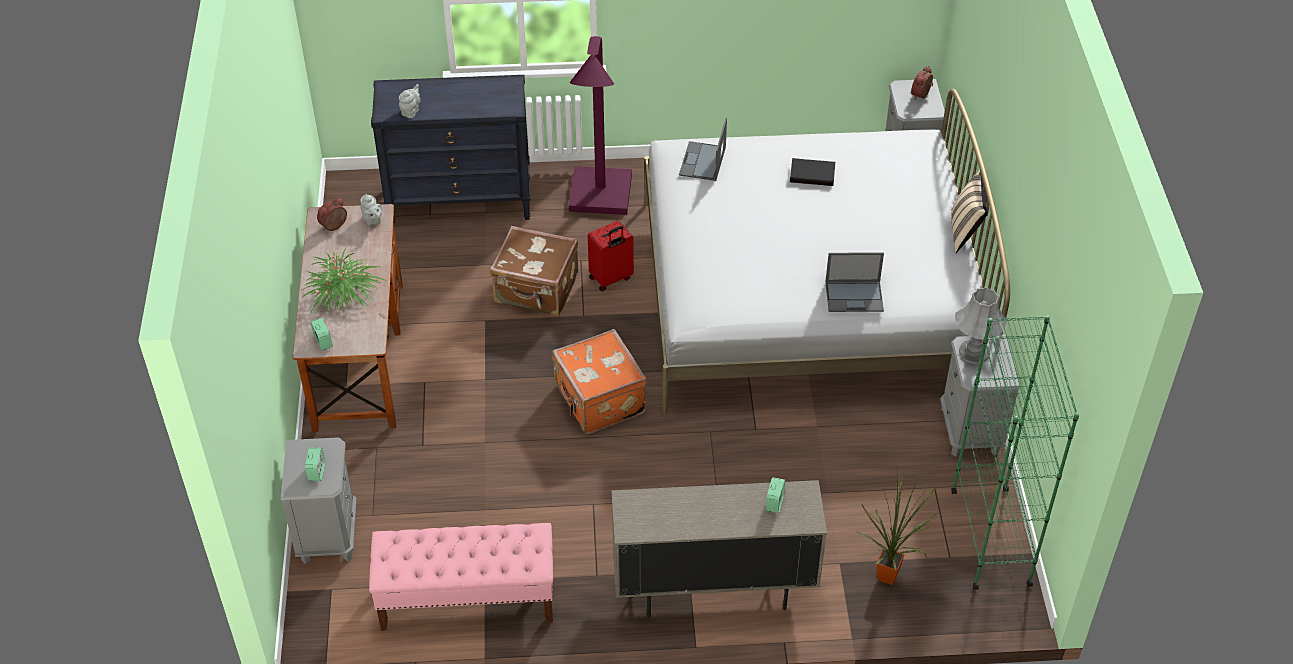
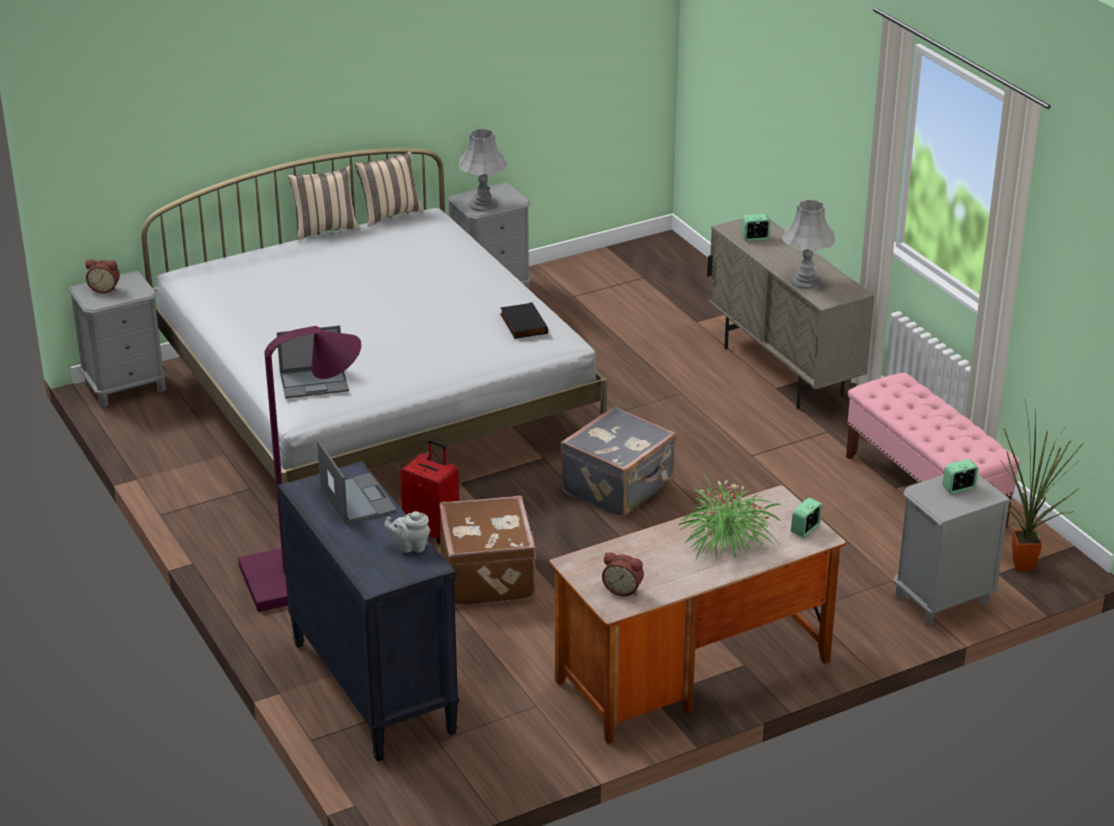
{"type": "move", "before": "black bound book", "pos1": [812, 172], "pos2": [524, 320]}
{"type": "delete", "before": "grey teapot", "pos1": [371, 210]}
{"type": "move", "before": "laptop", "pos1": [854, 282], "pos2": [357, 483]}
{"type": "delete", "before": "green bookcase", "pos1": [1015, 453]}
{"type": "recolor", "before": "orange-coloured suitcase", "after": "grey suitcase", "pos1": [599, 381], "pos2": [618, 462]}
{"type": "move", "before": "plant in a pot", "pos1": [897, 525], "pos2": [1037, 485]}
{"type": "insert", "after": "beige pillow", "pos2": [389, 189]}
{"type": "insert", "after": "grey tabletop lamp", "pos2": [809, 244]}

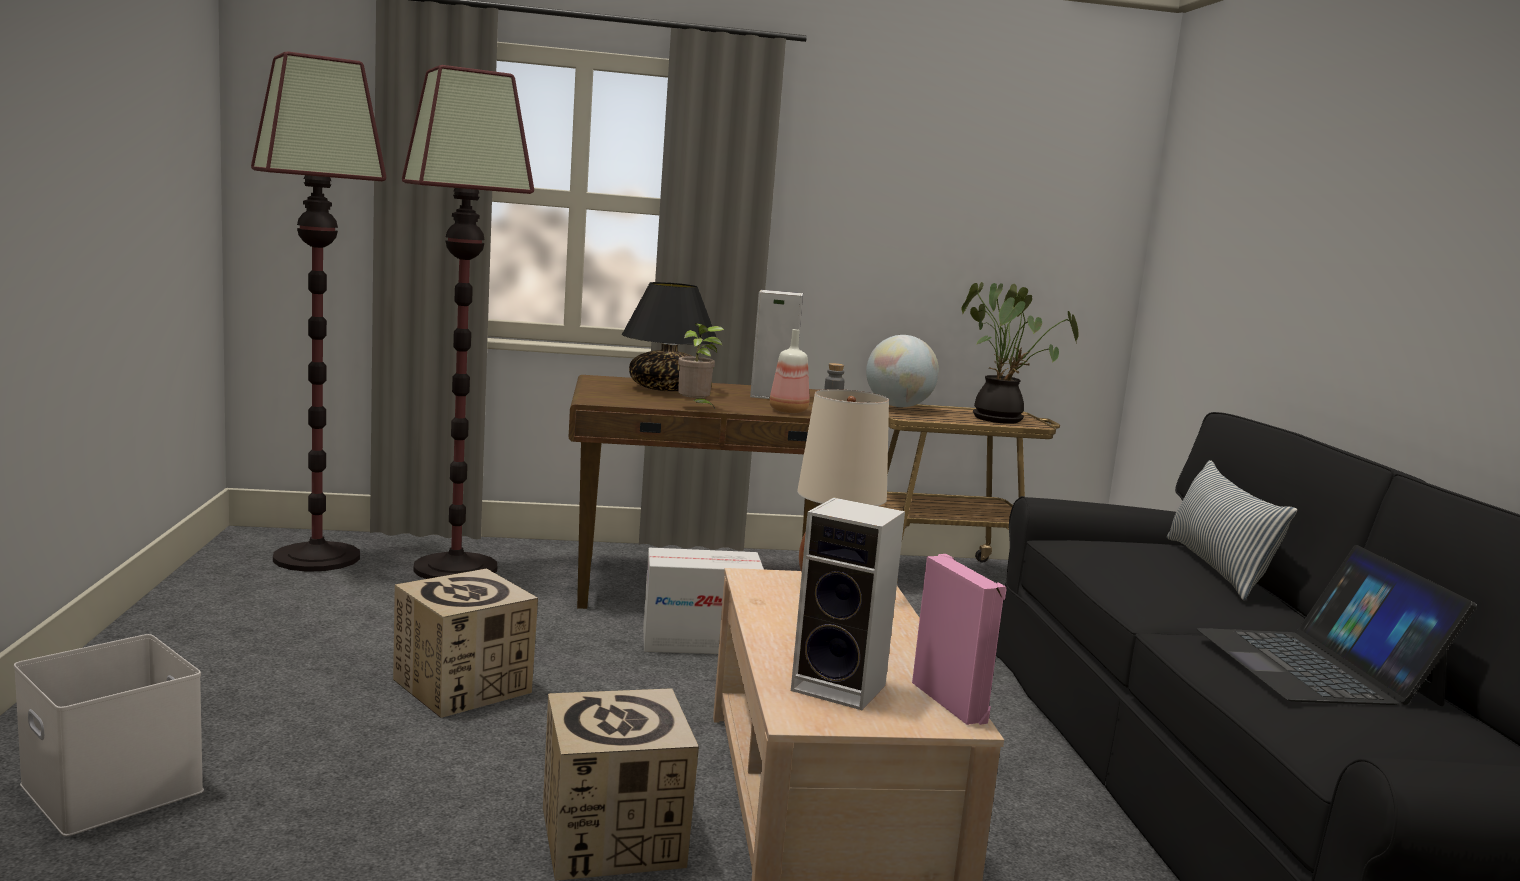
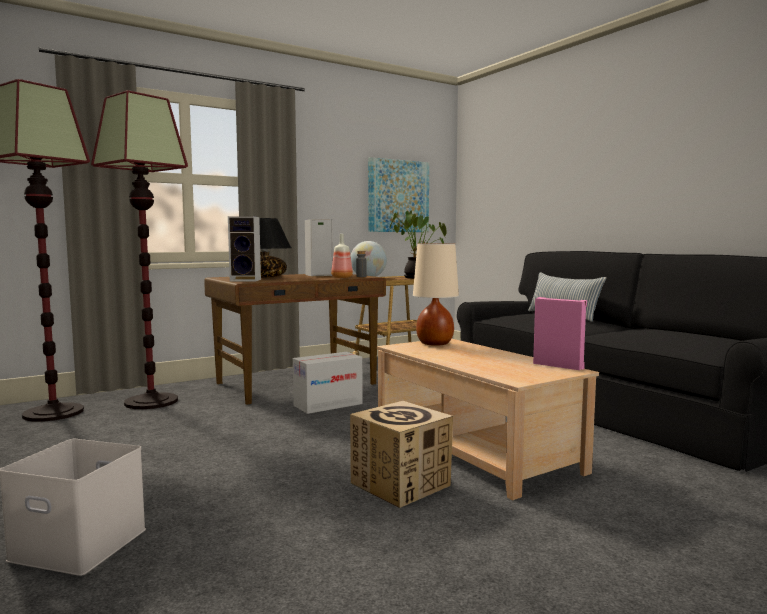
{"type": "delete", "before": "plant in a pot", "pos1": [701, 365]}
{"type": "move", "before": "loudspeaker", "pos1": [848, 603], "pos2": [244, 249]}
{"type": "delete", "before": "laptop", "pos1": [1337, 625]}
{"type": "delete", "before": "carton", "pos1": [465, 643]}
{"type": "insert", "after": "wall picture", "pos2": [398, 194]}

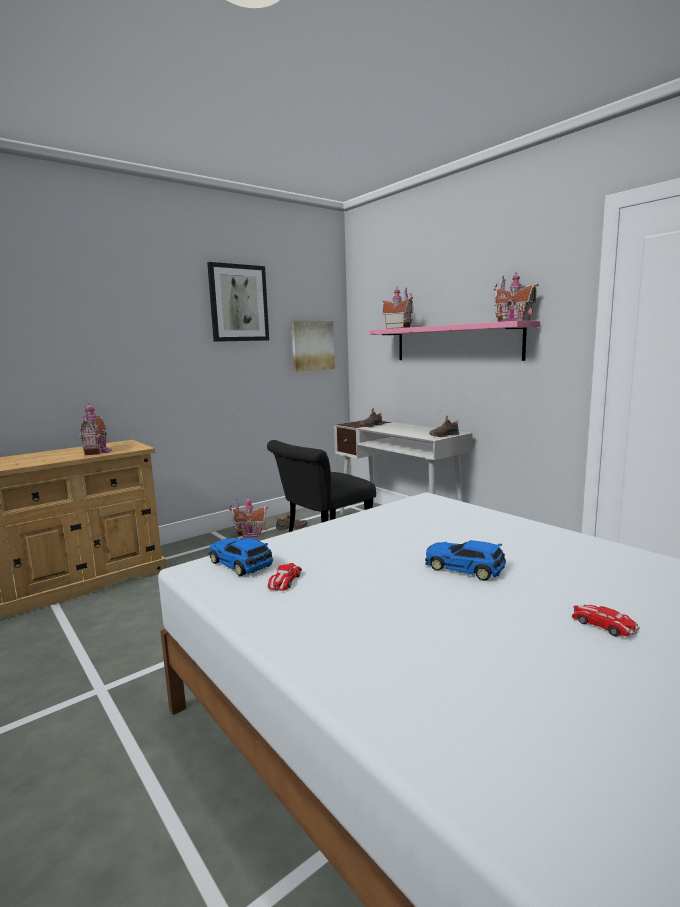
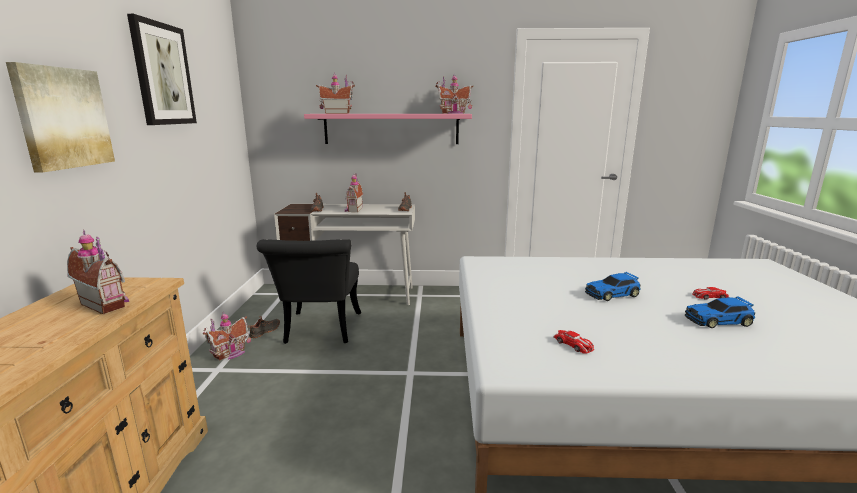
{"type": "move", "before": "wall picture", "pos1": [313, 346], "pos2": [60, 117]}
{"type": "move", "before": "model car", "pos1": [241, 557], "pos2": [720, 312]}
{"type": "insert", "after": "miniature house", "pos2": [354, 192]}

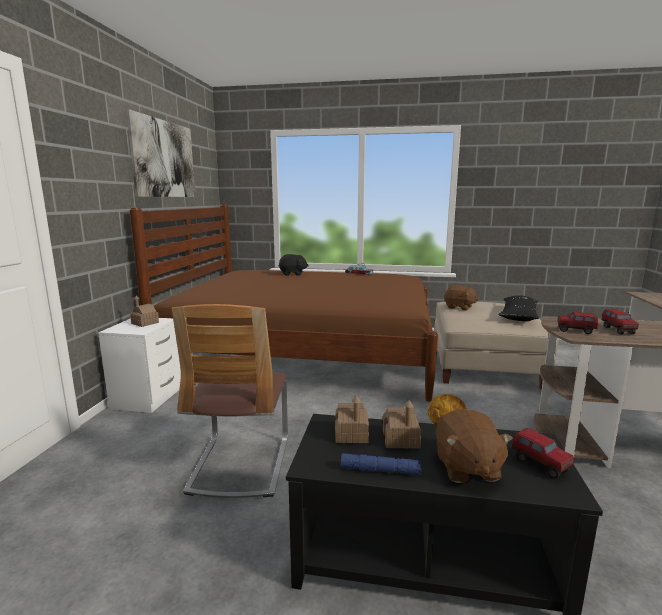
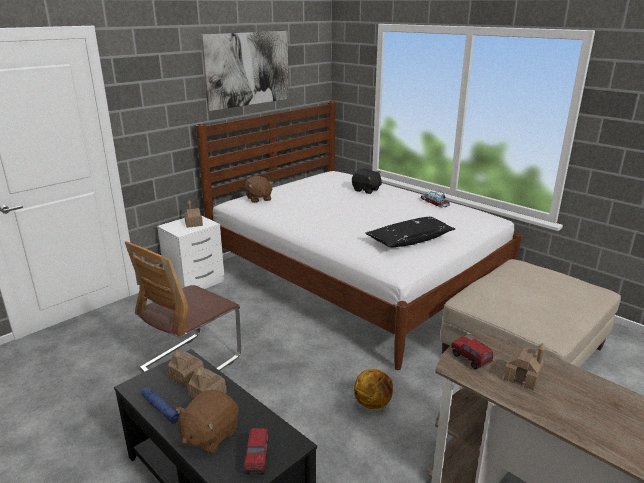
{"type": "recolor", "before": "brownish bedroom bed", "after": "white-coloured bedroom bed", "pos1": [283, 303], "pos2": [359, 235]}
{"type": "move", "before": "brownish soft toy", "pos1": [461, 297], "pos2": [259, 189]}
{"type": "move", "before": "black pillow", "pos1": [518, 308], "pos2": [410, 232]}
{"type": "replace", "before": "toy truck", "after": "miniature house", "pos1": [620, 321], "pos2": [525, 367]}

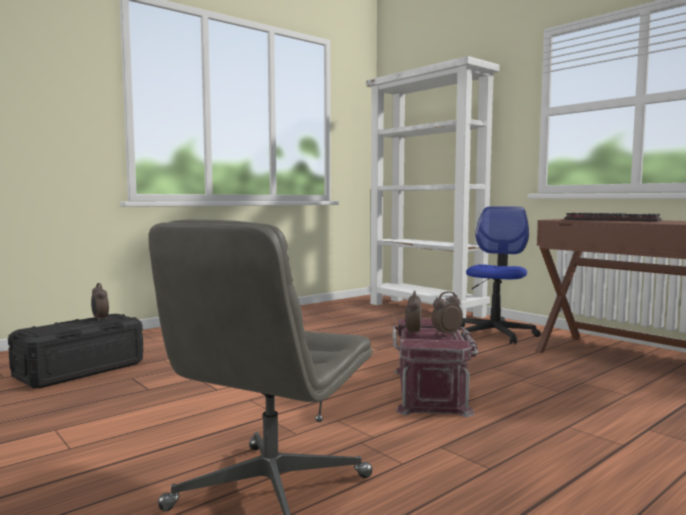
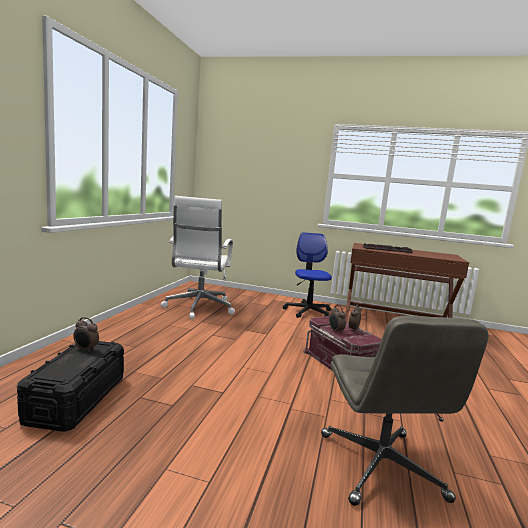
{"type": "delete", "before": "white-coloured bookcase", "pos1": [432, 187]}
{"type": "insert", "after": "white-coloured computer chair", "pos2": [198, 257]}

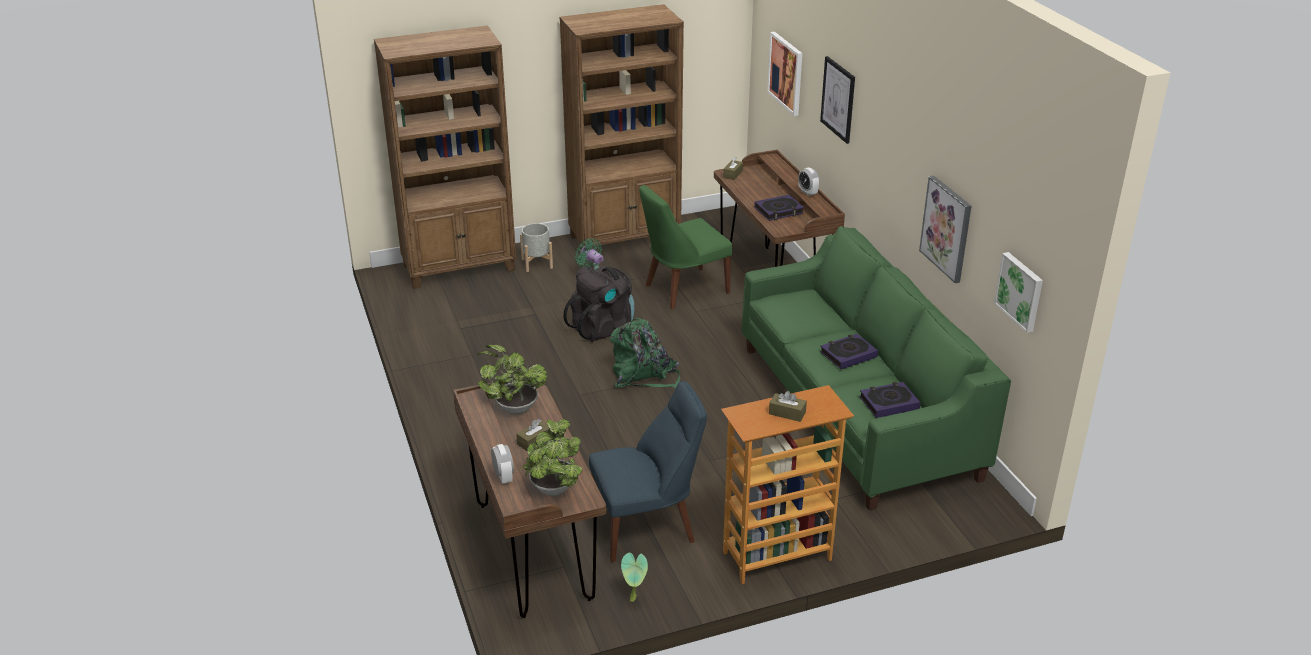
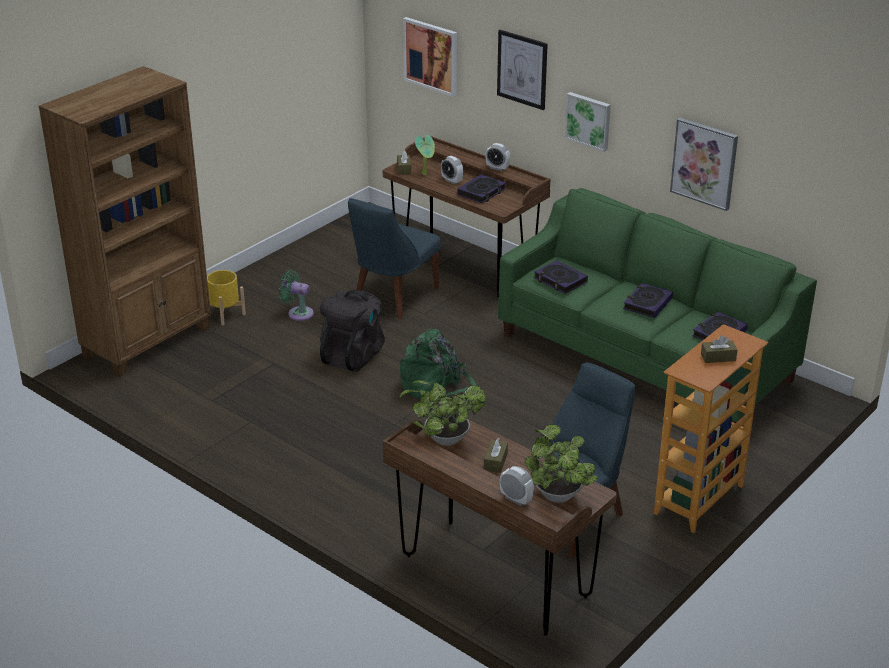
{"type": "delete", "before": "brownish bookcase", "pos1": [622, 126]}
{"type": "recolor", "before": "green chair", "after": "blue chair", "pos1": [685, 247], "pos2": [394, 258]}
{"type": "recolor", "before": "grey flower pot", "after": "yellow flower pot", "pos1": [536, 247], "pos2": [226, 297]}
{"type": "move", "before": "wall picture", "pos1": [1018, 292], "pos2": [588, 122]}
{"type": "move", "before": "plant in a pot", "pos1": [634, 577], "pos2": [425, 154]}
{"type": "insert", "after": "bedside clock", "pos2": [452, 170]}
{"type": "insert", "after": "bound book", "pos2": [561, 277]}

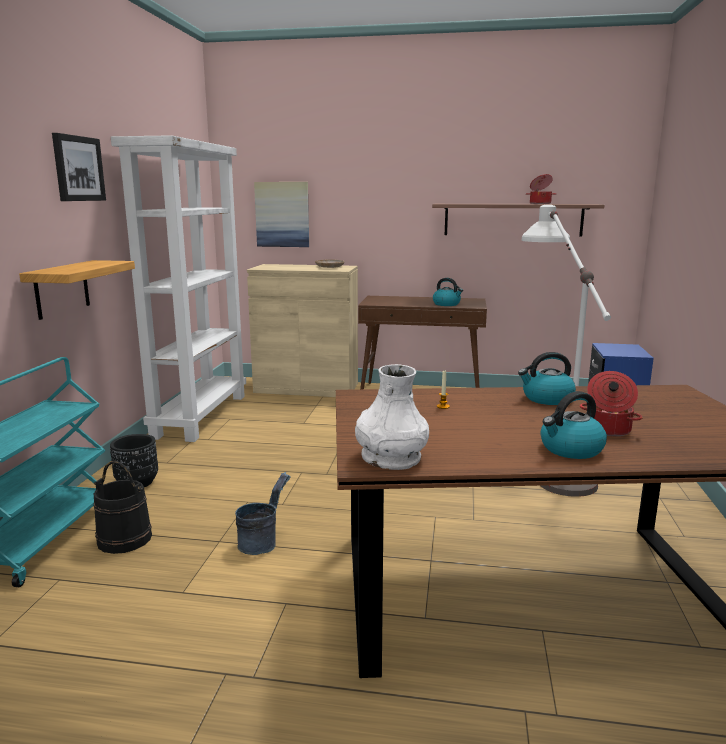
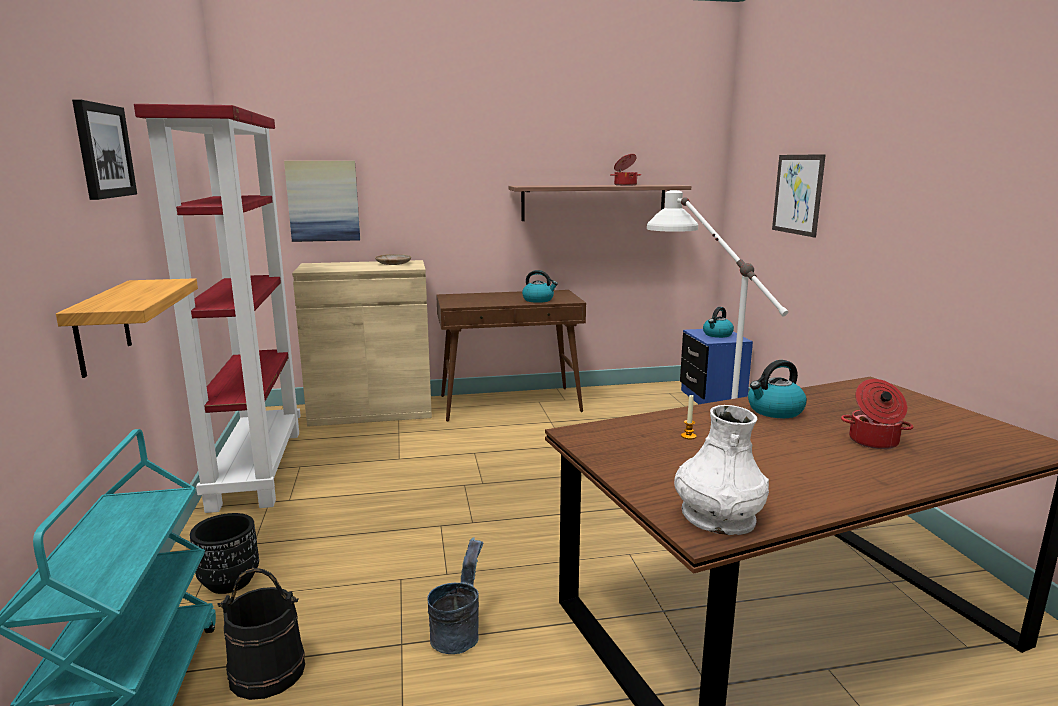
{"type": "recolor", "before": "white-coloured bookcase", "after": "red bookcase", "pos1": [178, 288], "pos2": [217, 308]}
{"type": "move", "before": "kettle", "pos1": [573, 425], "pos2": [718, 322]}
{"type": "insert", "after": "wall picture", "pos2": [799, 195]}

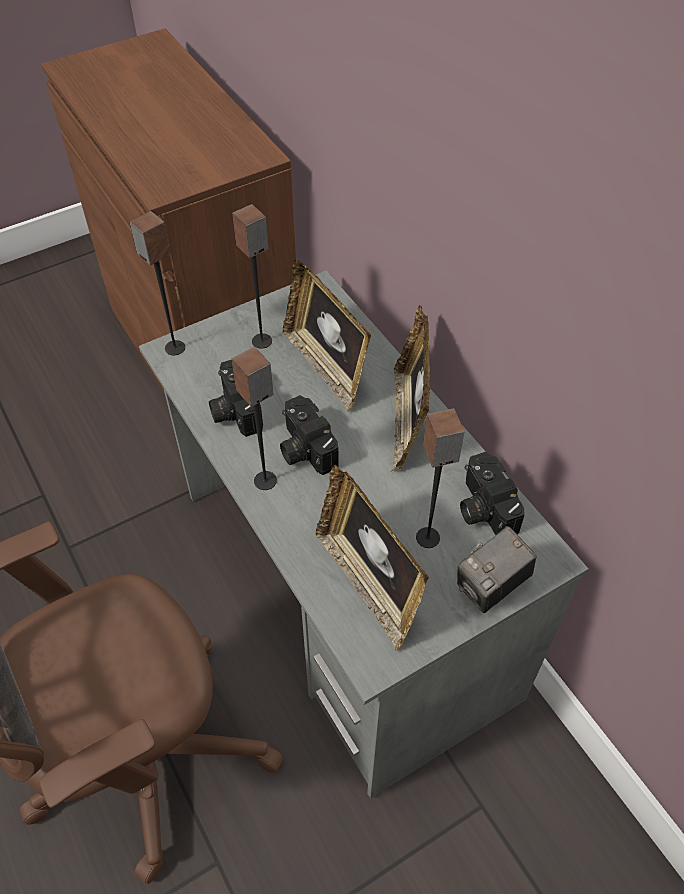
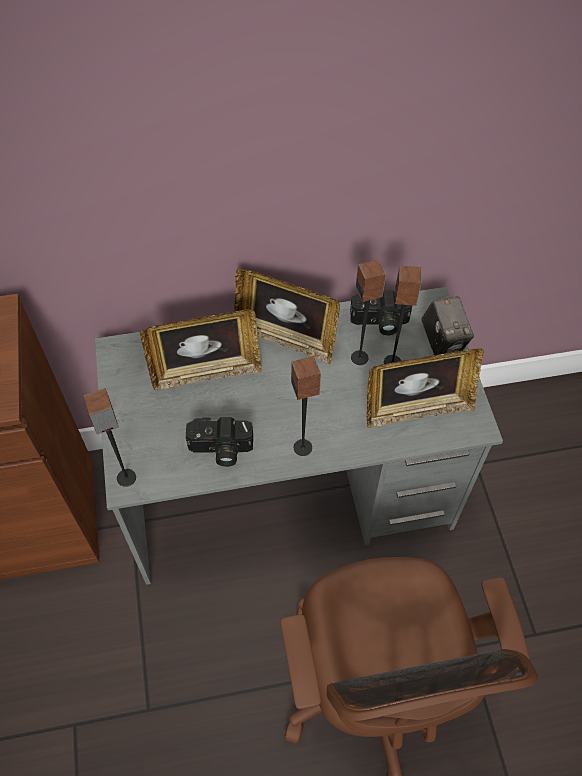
{"type": "move", "before": "loudspeaker", "pos1": [252, 276], "pos2": [368, 312]}
{"type": "delete", "before": "photo camera", "pos1": [309, 435]}

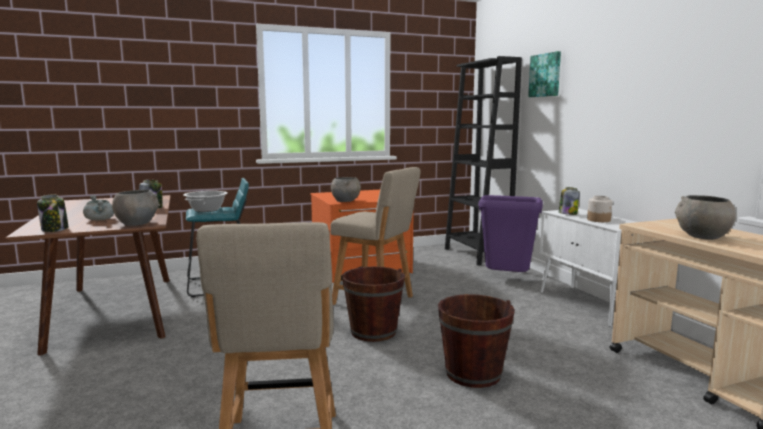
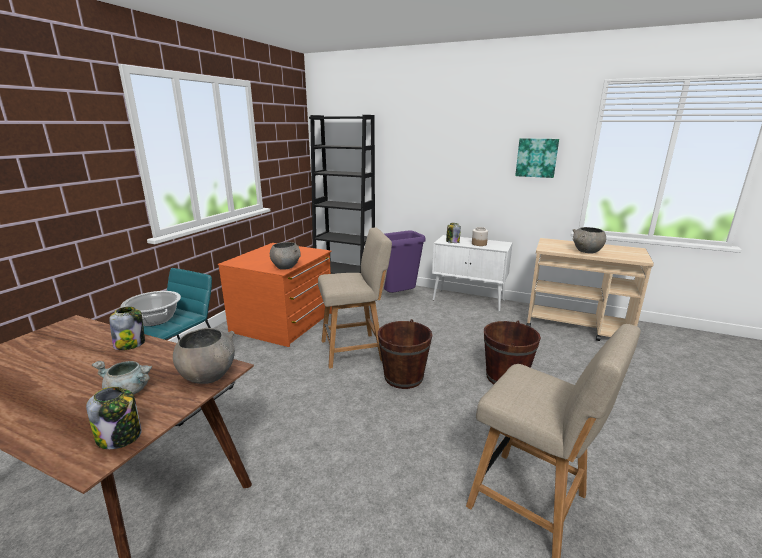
{"type": "move", "before": "wall picture", "pos1": [544, 74], "pos2": [537, 158]}

